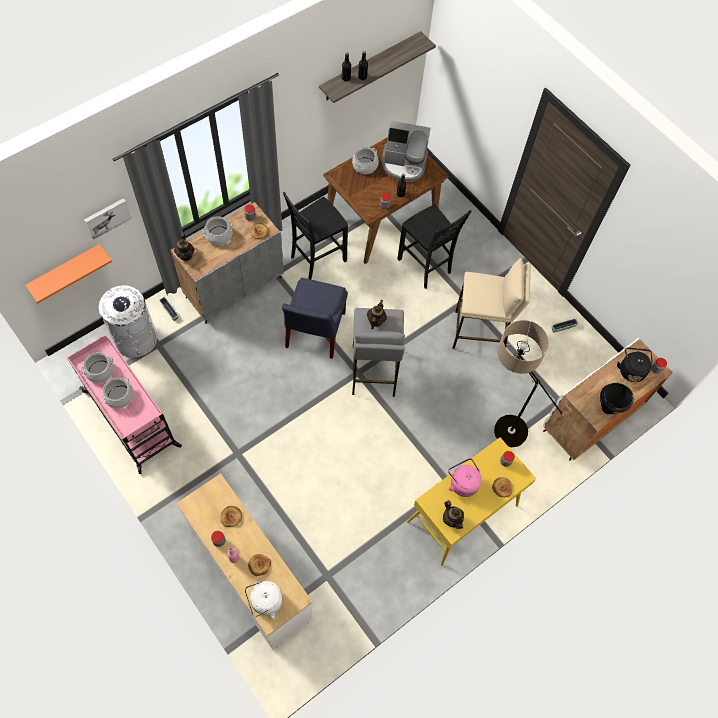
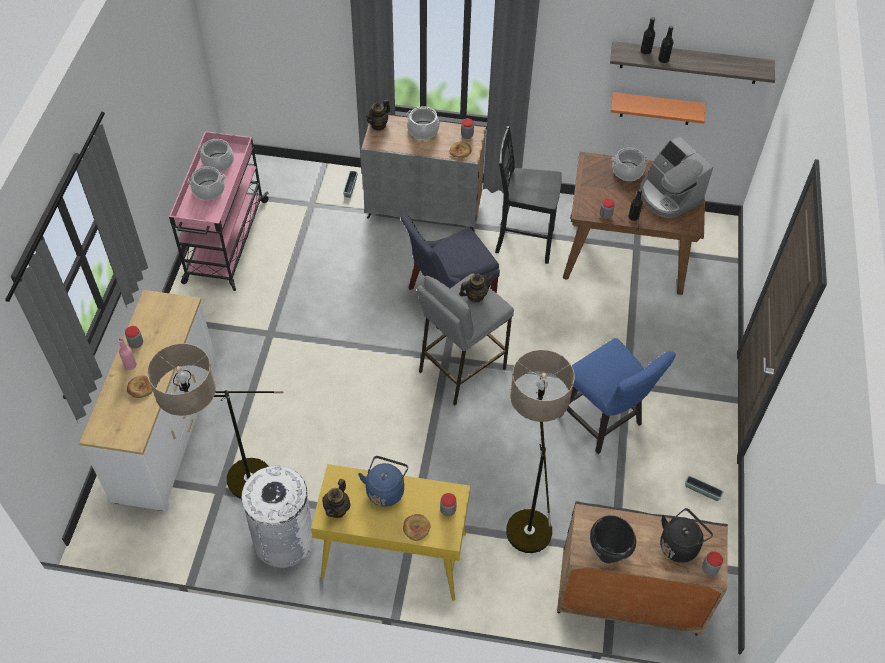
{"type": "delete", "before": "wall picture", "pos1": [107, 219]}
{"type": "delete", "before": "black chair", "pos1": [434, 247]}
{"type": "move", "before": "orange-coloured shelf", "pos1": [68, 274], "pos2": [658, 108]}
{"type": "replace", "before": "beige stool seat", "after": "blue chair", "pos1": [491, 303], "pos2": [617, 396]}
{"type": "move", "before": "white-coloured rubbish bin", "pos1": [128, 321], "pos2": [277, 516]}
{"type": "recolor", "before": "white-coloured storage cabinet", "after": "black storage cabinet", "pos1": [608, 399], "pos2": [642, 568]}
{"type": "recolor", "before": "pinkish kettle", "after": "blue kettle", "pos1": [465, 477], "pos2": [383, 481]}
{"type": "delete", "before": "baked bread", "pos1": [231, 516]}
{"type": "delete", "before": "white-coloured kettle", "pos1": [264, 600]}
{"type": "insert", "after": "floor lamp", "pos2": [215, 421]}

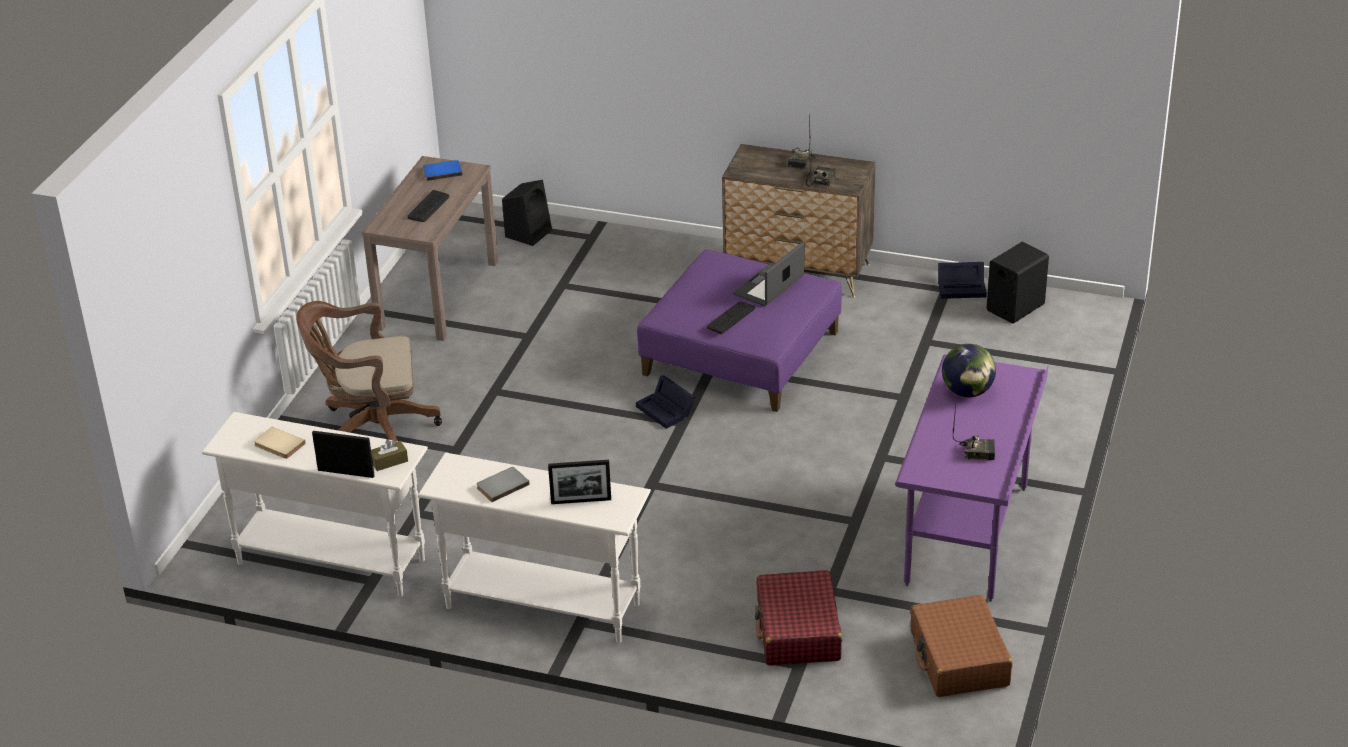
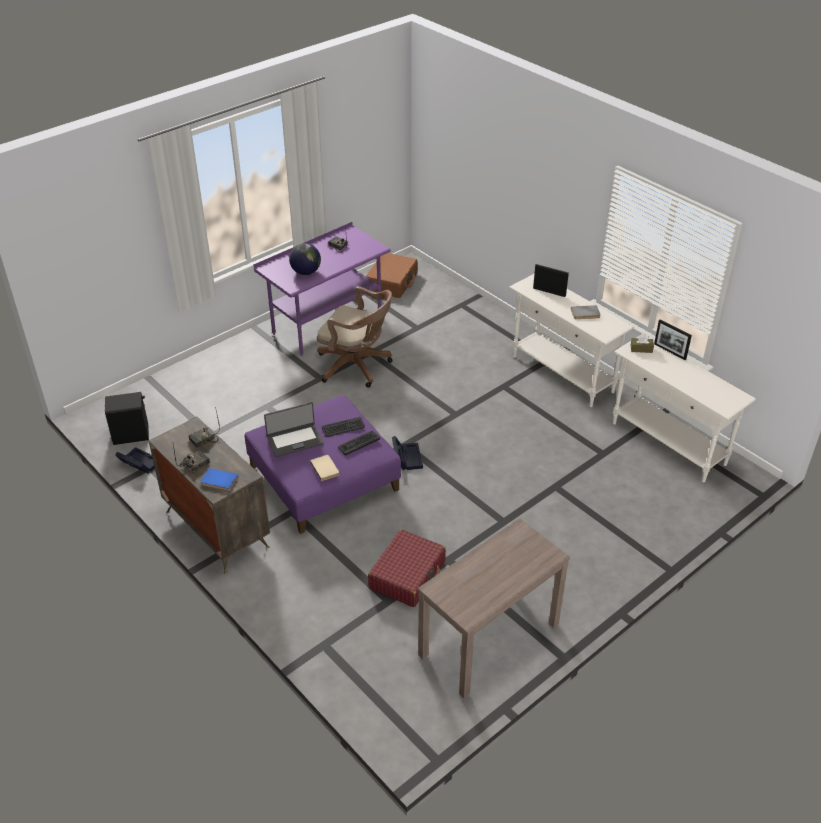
{"type": "move", "before": "blue bound book", "pos1": [443, 170], "pos2": [219, 479]}
{"type": "delete", "before": "black loudspeaker", "pos1": [527, 213]}
{"type": "move", "before": "keyboard", "pos1": [428, 206], "pos2": [359, 443]}
{"type": "move", "before": "brownish computer chair", "pos1": [369, 371], "pos2": [354, 337]}
{"type": "move", "before": "beige bound book", "pos1": [280, 443], "pos2": [324, 468]}
{"type": "move", "before": "red suitcase", "pos1": [798, 618], "pos2": [407, 568]}

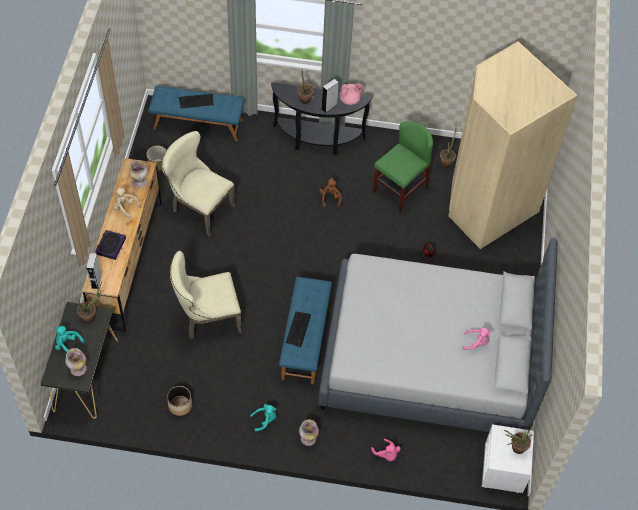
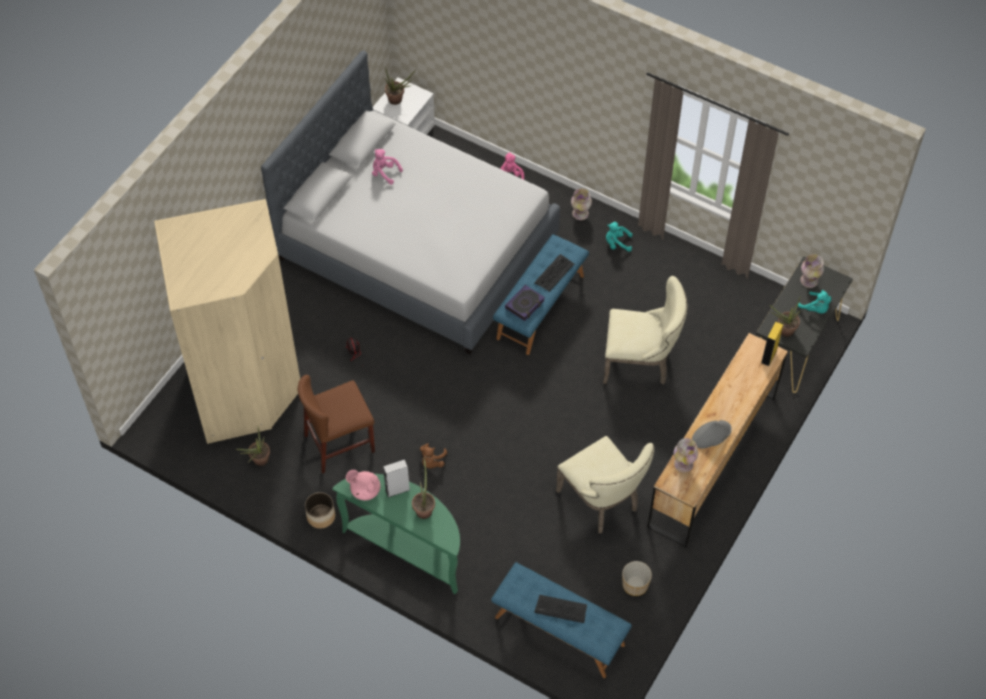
{"type": "recolor", "before": "black console table", "after": "green console table", "pos1": [321, 118], "pos2": [396, 534]}
{"type": "recolor", "before": "green chair", "after": "brownish chair", "pos1": [403, 166], "pos2": [336, 424]}
{"type": "replace", "before": "beige soft toy", "after": "grey wearable hat", "pos1": [127, 203], "pos2": [712, 434]}
{"type": "move", "before": "bound book", "pos1": [110, 245], "pos2": [525, 303]}
{"type": "recolor", "before": "grey loudspeaker", "after": "yellow loudspeaker", "pos1": [94, 271], "pos2": [772, 343]}
{"type": "move", "before": "flower pot", "pos1": [179, 401], "pos2": [320, 510]}

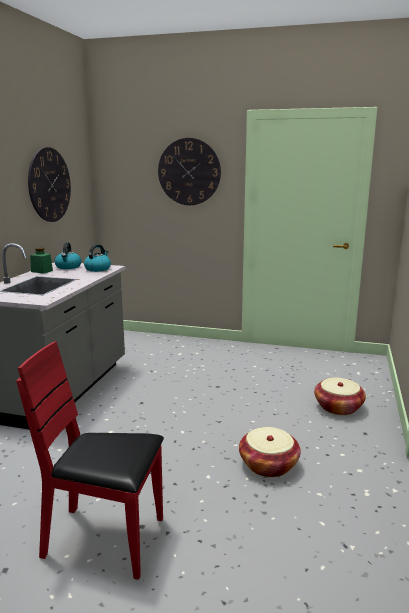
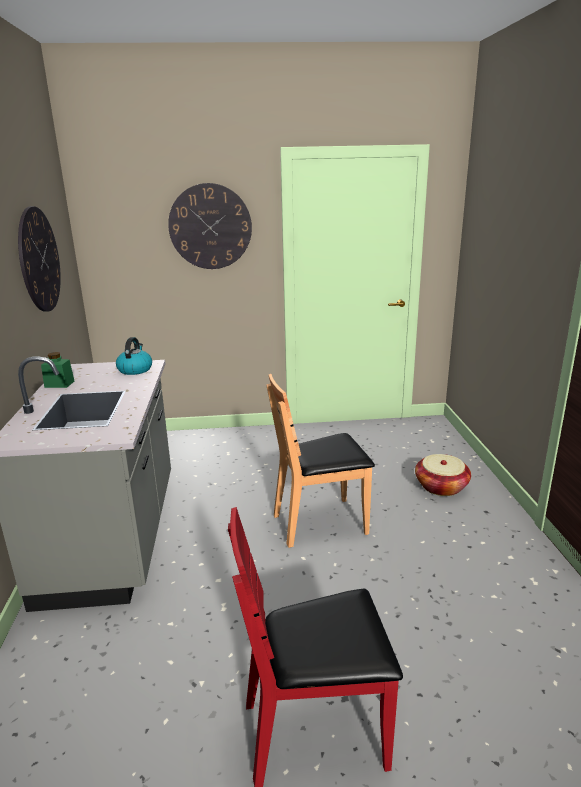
{"type": "delete", "before": "kettle", "pos1": [67, 255]}
{"type": "delete", "before": "basket", "pos1": [270, 452]}
{"type": "insert", "after": "brownish chair", "pos2": [320, 461]}

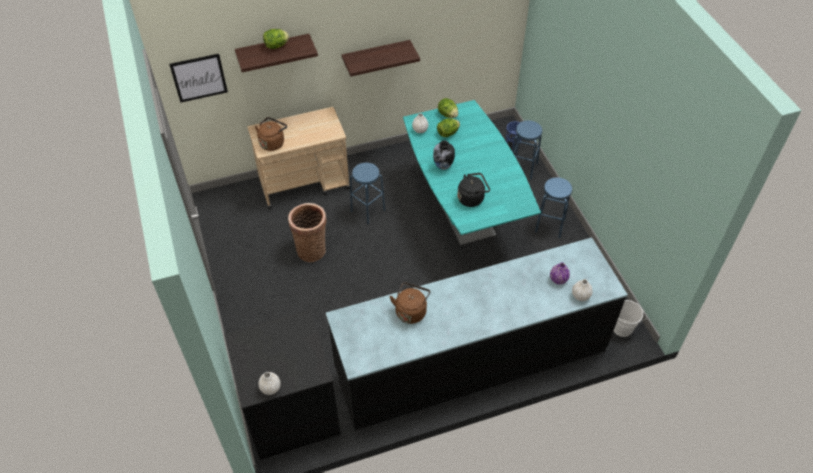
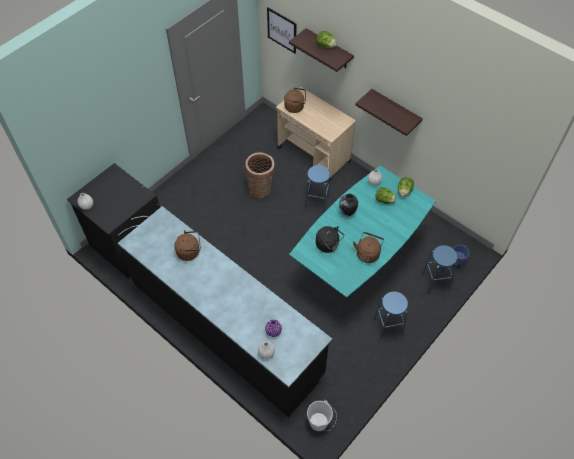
{"type": "insert", "after": "brownish kettle", "pos2": [368, 247]}

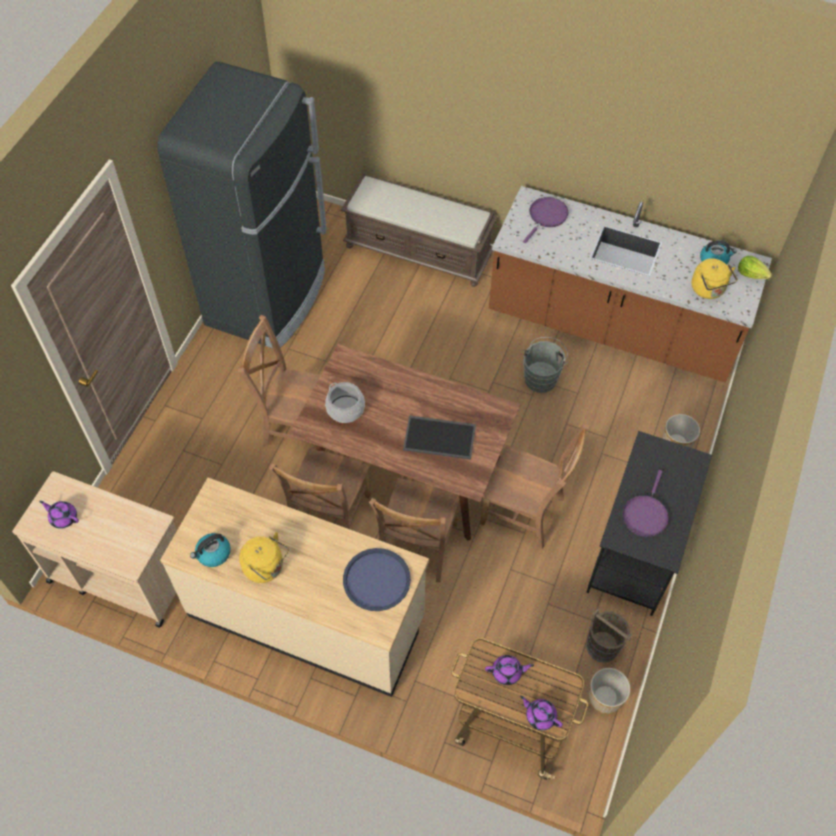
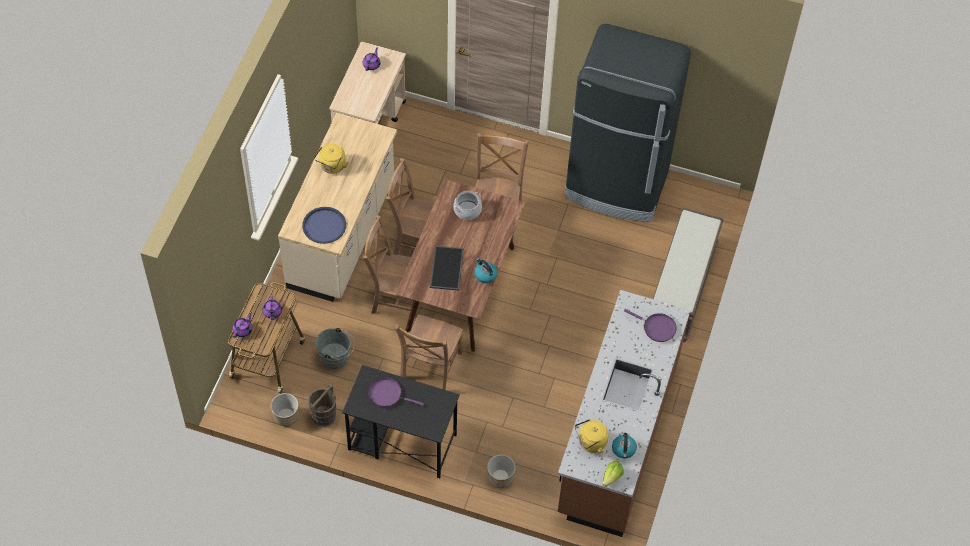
{"type": "move", "before": "grey pail", "pos1": [545, 365], "pos2": [335, 348]}
{"type": "move", "before": "kettle", "pos1": [210, 550], "pos2": [485, 270]}

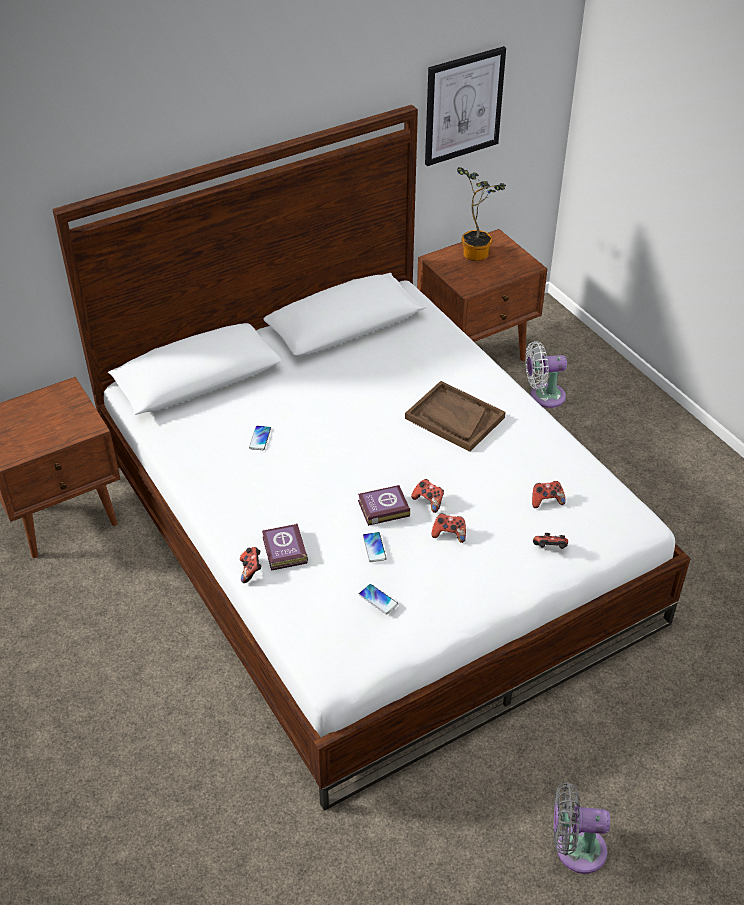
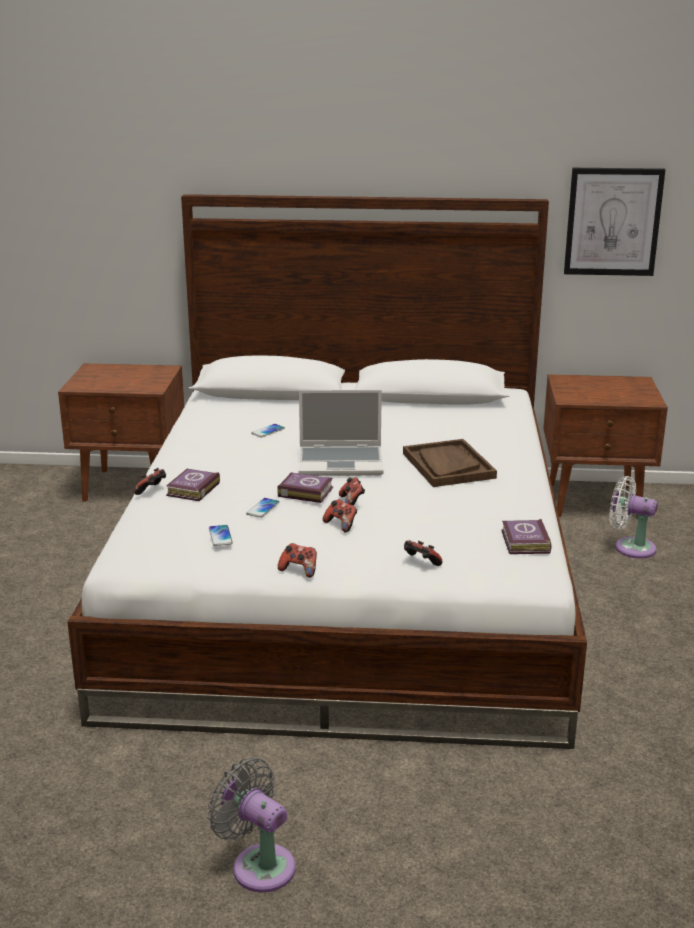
{"type": "delete", "before": "plant in a pot", "pos1": [481, 214]}
{"type": "move", "before": "joypad", "pos1": [549, 494], "pos2": [297, 560]}
{"type": "insert", "after": "laptop", "pos2": [341, 433]}
{"type": "insert", "after": "bound book", "pos2": [526, 536]}

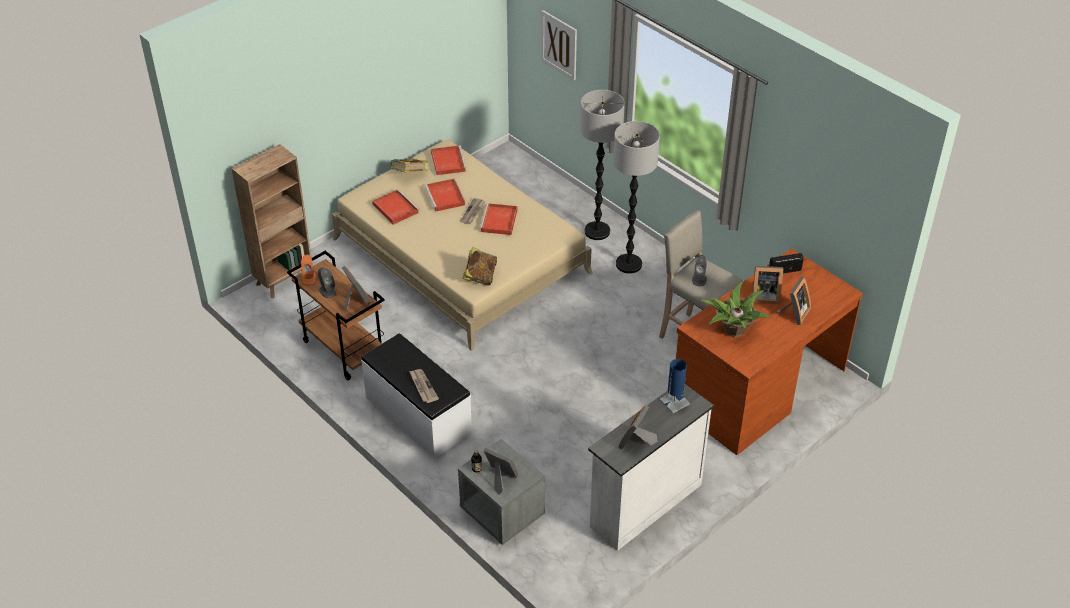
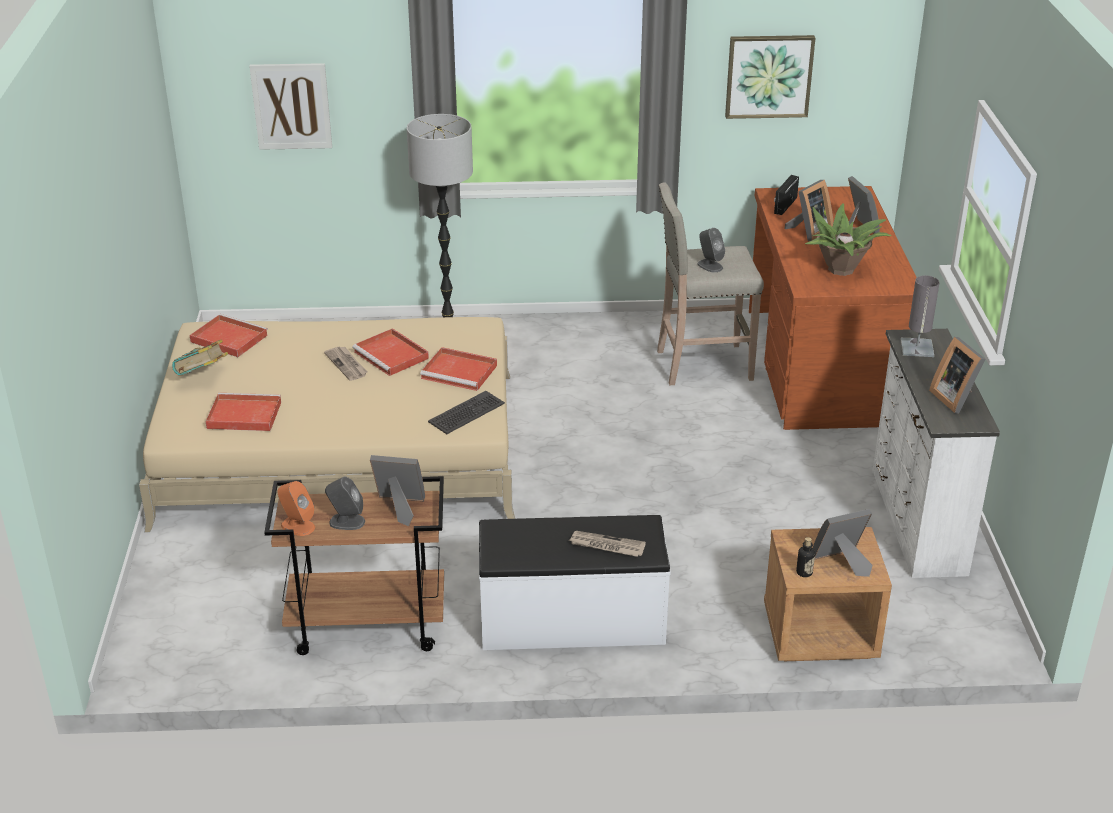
{"type": "delete", "before": "floor lamp", "pos1": [636, 197]}
{"type": "delete", "before": "brownish bookcase", "pos1": [272, 221]}
{"type": "move", "before": "red serving tray", "pos1": [445, 195], "pos2": [458, 369]}
{"type": "replace", "before": "bound book", "after": "keyboard", "pos1": [479, 266], "pos2": [466, 412]}
{"type": "recolor", "before": "blue tabletop lamp", "after": "grey tabletop lamp", "pos1": [675, 386], "pos2": [920, 316]}
{"type": "recolor", "before": "grey nightstand", "after": "brownish nightstand", "pos1": [501, 492], "pos2": [828, 594]}
{"type": "insert", "after": "wall picture", "pos2": [770, 77]}

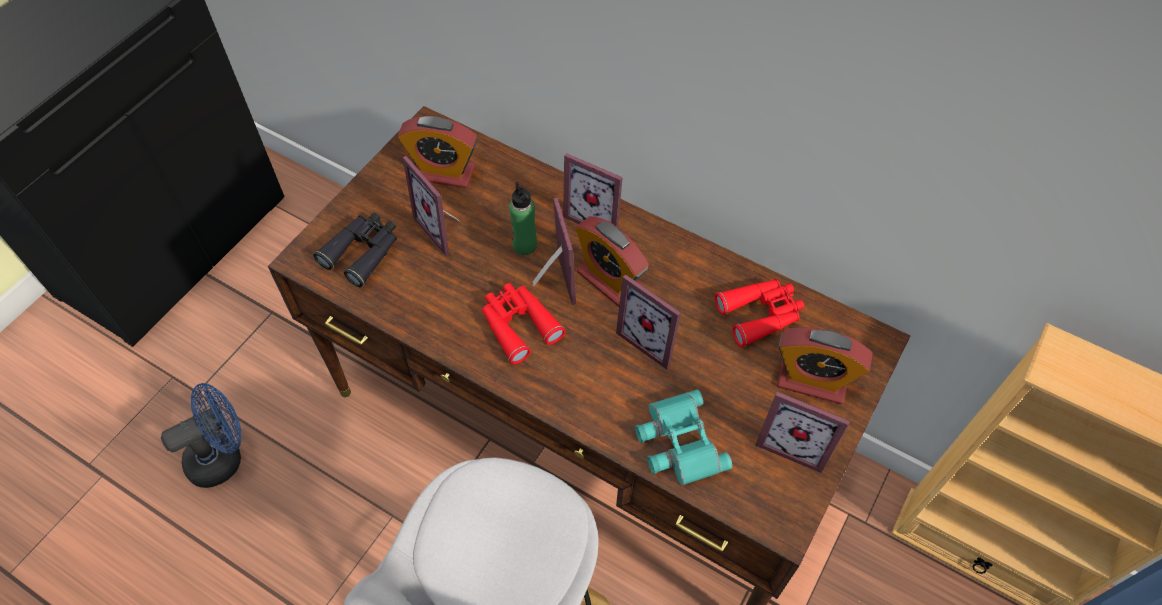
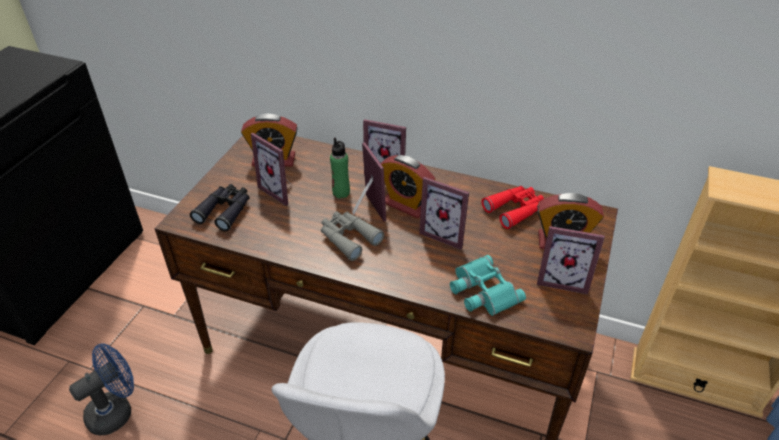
{"type": "recolor", "before": "red field glasses", "after": "grey field glasses", "pos1": [524, 324], "pos2": [352, 236]}

